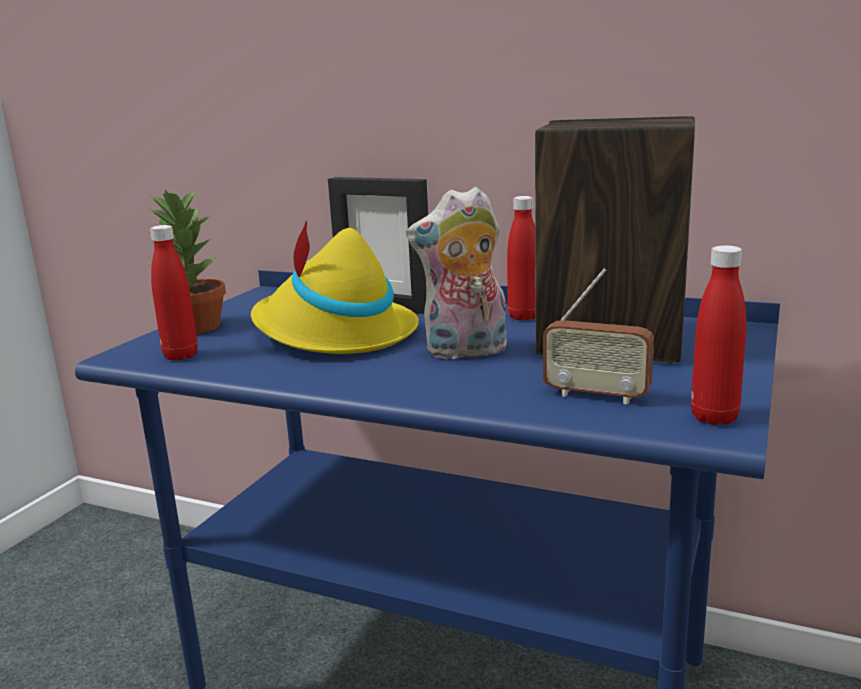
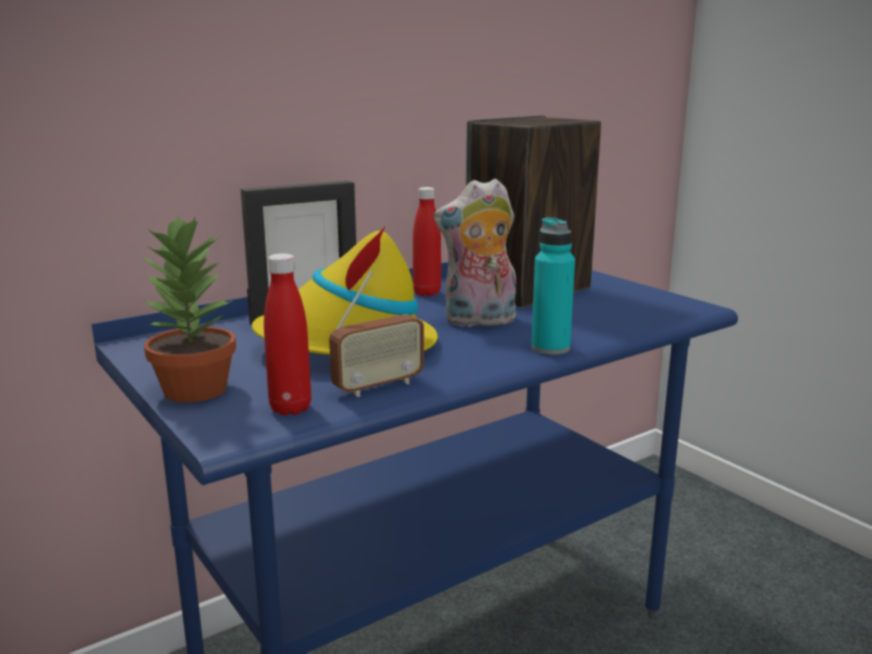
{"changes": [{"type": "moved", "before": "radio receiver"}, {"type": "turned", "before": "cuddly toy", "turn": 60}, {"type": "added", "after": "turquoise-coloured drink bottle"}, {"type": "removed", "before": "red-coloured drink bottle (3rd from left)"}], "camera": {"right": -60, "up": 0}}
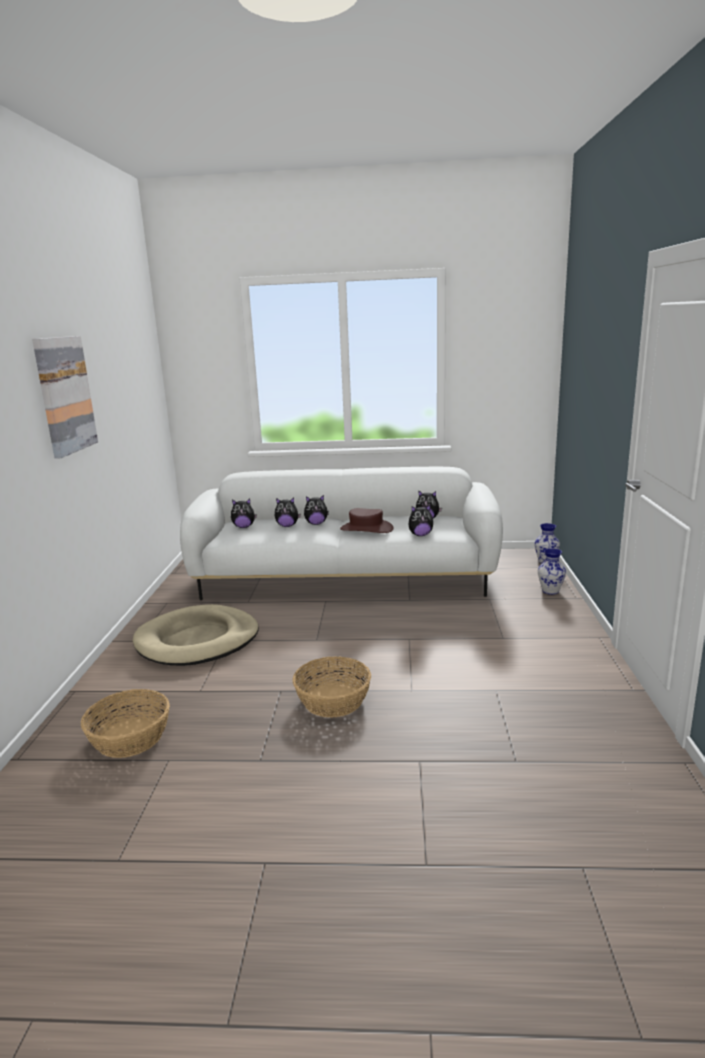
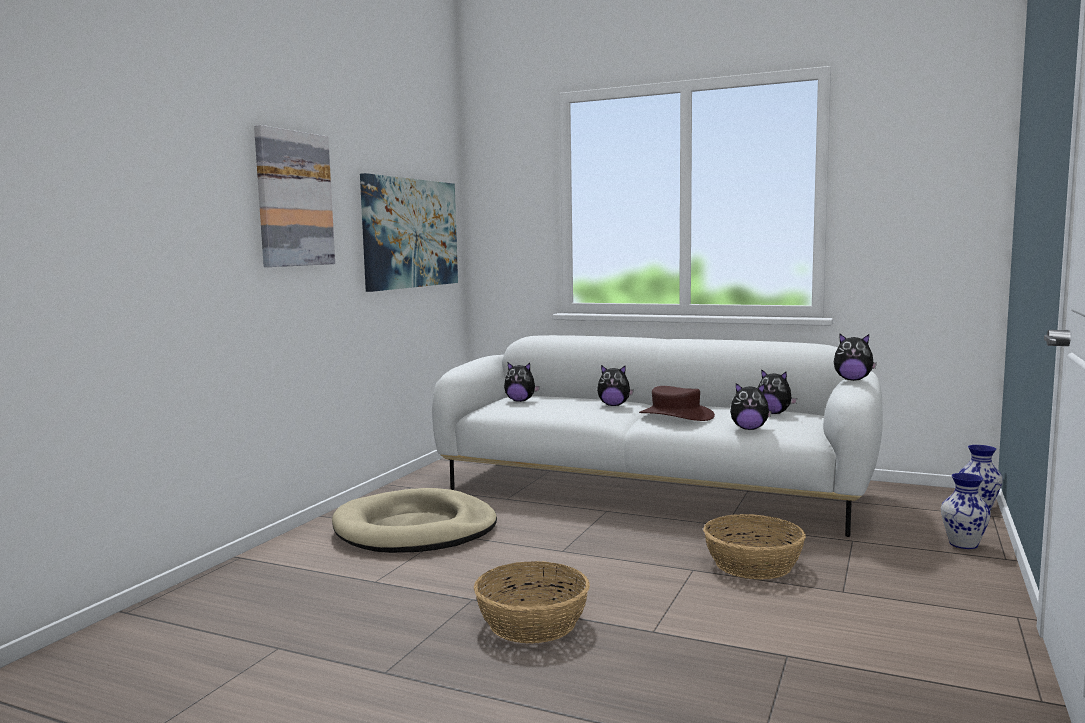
{"changes": [{"type": "added", "after": "picture (2nd from left)"}, {"type": "moved", "before": "basket (1st from left in the first image)", "after": "basket (2nd from left)"}, {"type": "moved", "before": "cuddly toy (2nd from left in the first image)", "after": "cuddly toy (5th from left)"}], "camera": {"right": 20, "up": -10}}
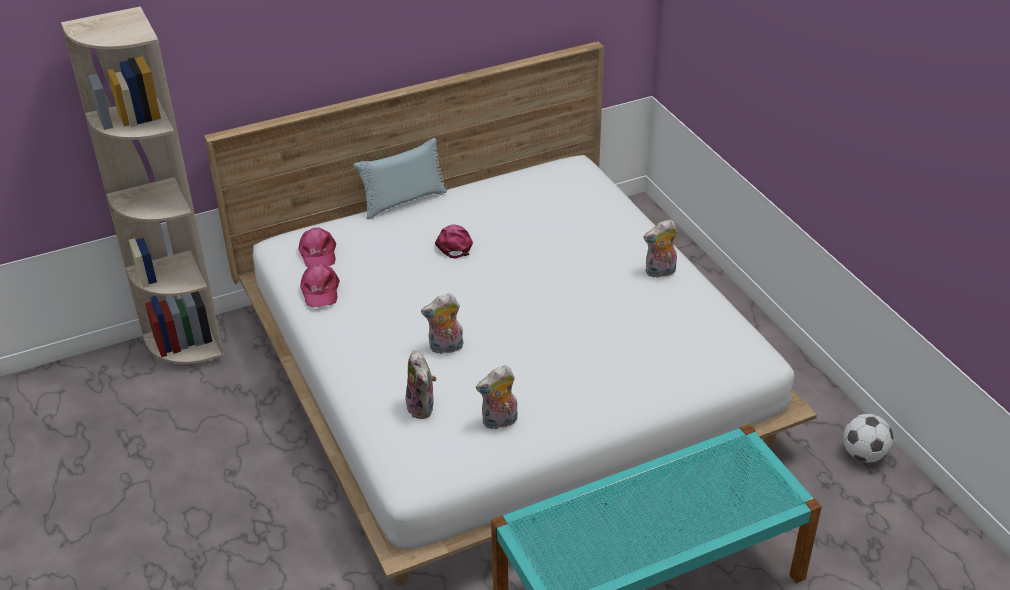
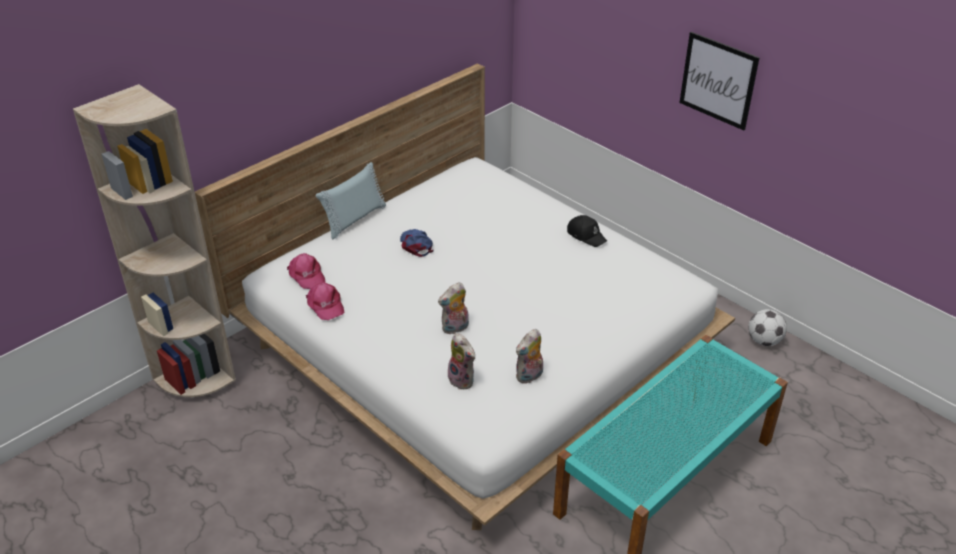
{"changes": [{"type": "recoloured", "before": "pink-coloured baseball cap (3rd from left)", "after": "blue baseball cap"}, {"type": "replaced", "before": "cuddly toy (4th from left)", "after": "black-coloured baseball cap"}, {"type": "added", "after": "picture"}], "camera": {"right": -20, "up": 0}}
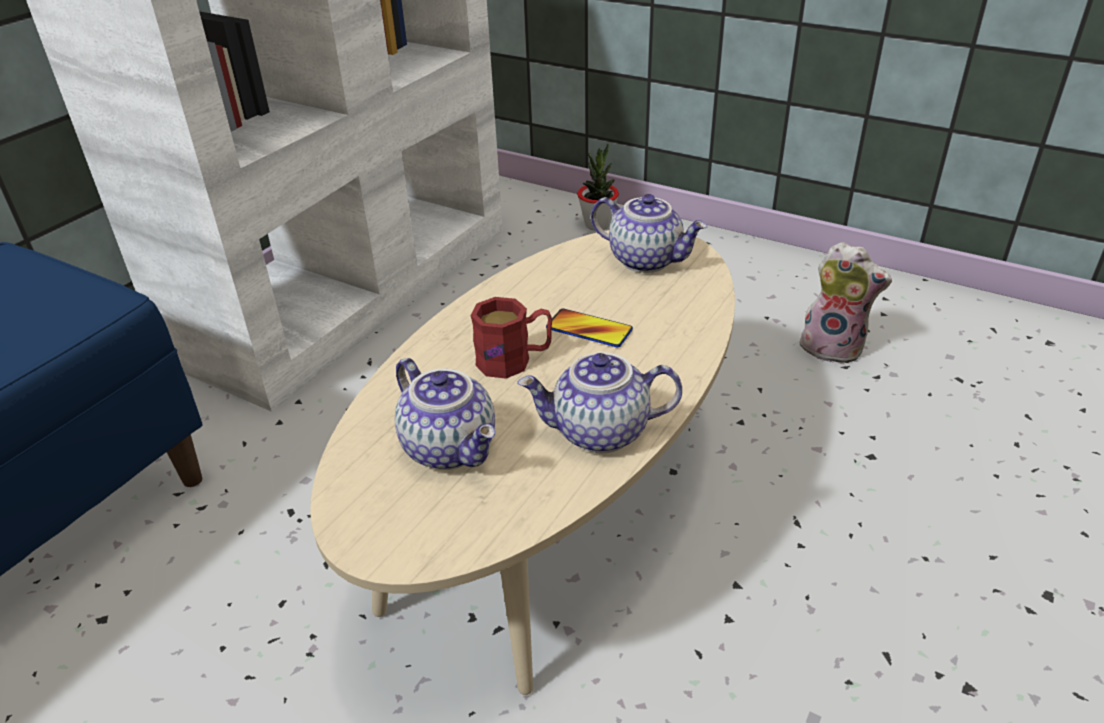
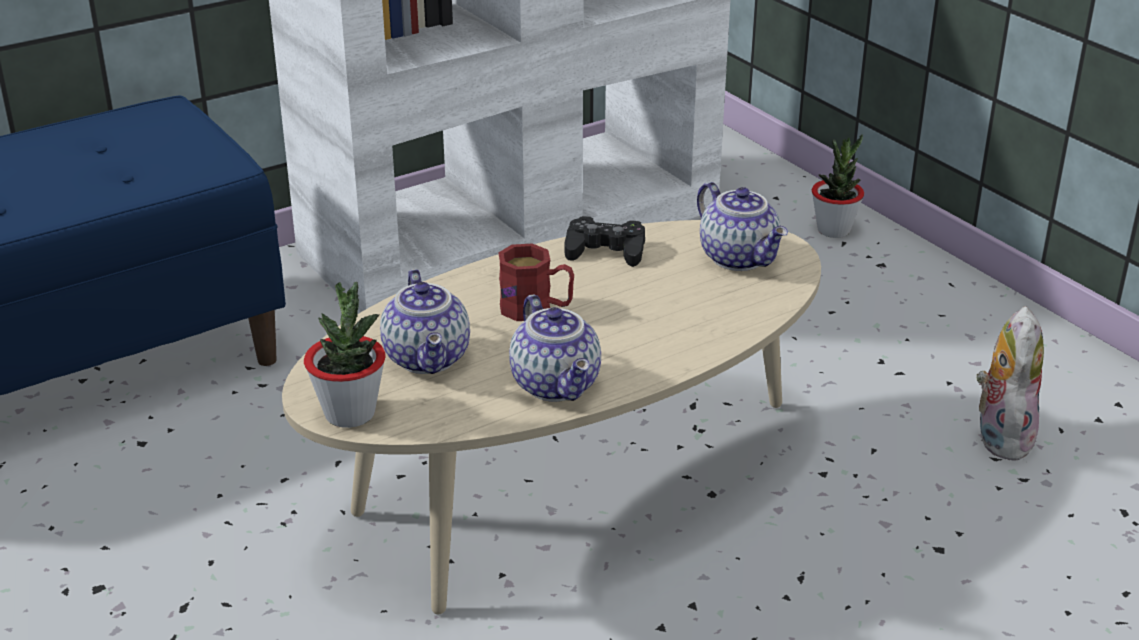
{"changes": [{"type": "added", "after": "houseplant (1st from left)"}, {"type": "turned", "before": "pot for tea (2nd from left)", "turn": -135}, {"type": "added", "after": "black-coloured gamepad"}, {"type": "turned", "before": "cuddly toy", "turn": -135}, {"type": "removed", "before": "telephone"}], "camera": {"right": 25, "up": -5}}
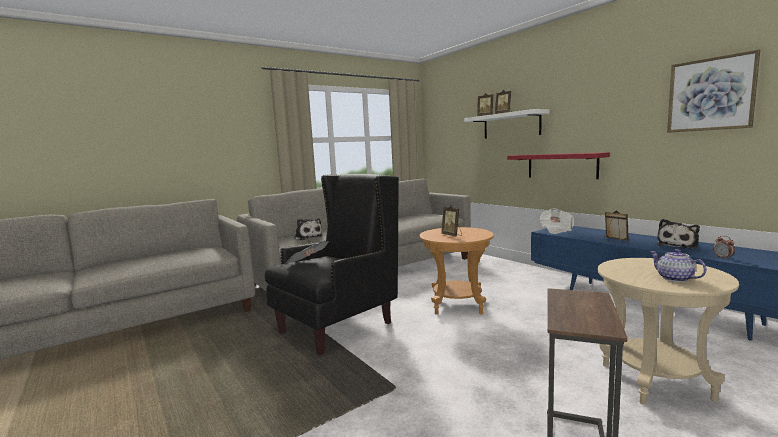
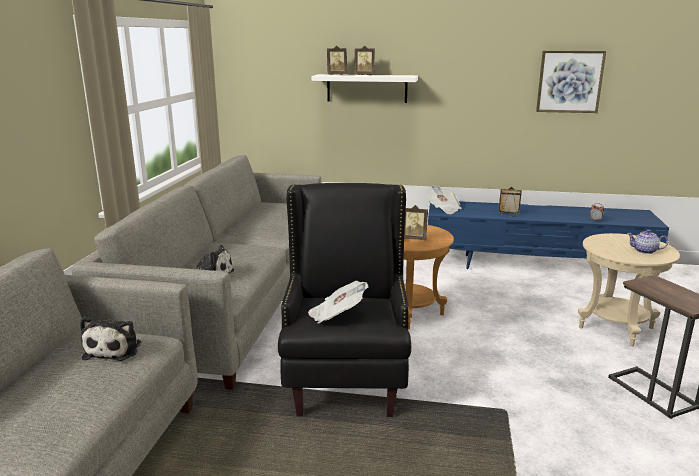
{"changes": [{"type": "moved", "before": "cuddly toy (2nd from left in the first image)", "after": "cuddly toy (1st from left)"}, {"type": "removed", "before": "red-coloured bracket shelf"}], "camera": {"right": -45, "up": 10}}
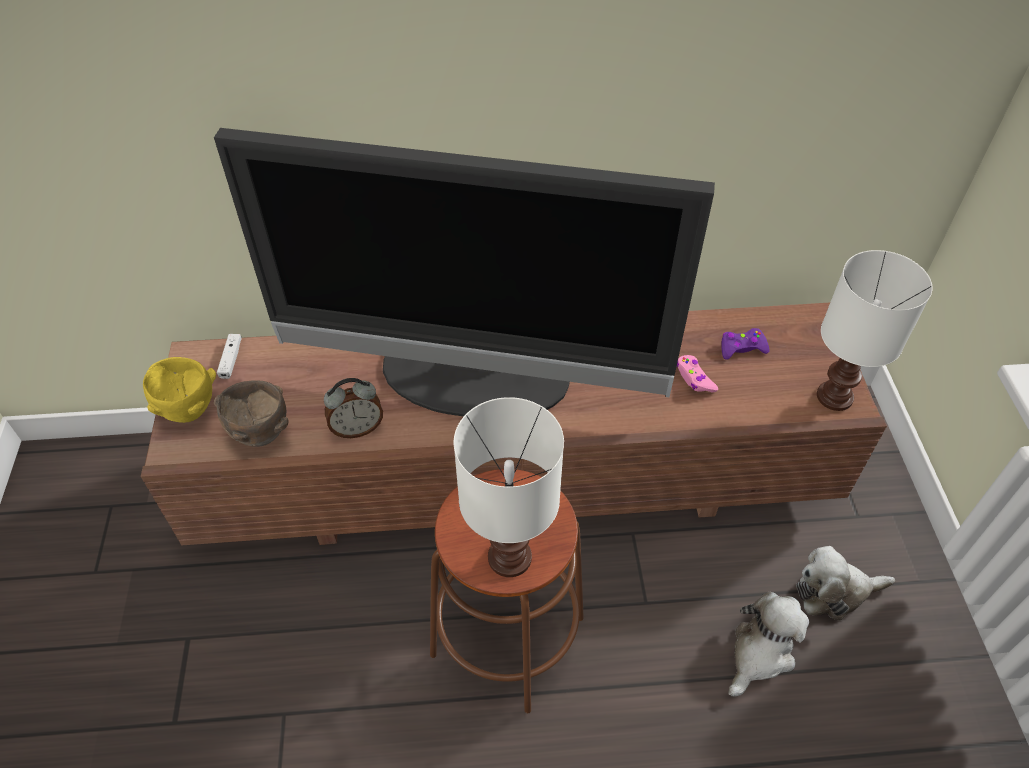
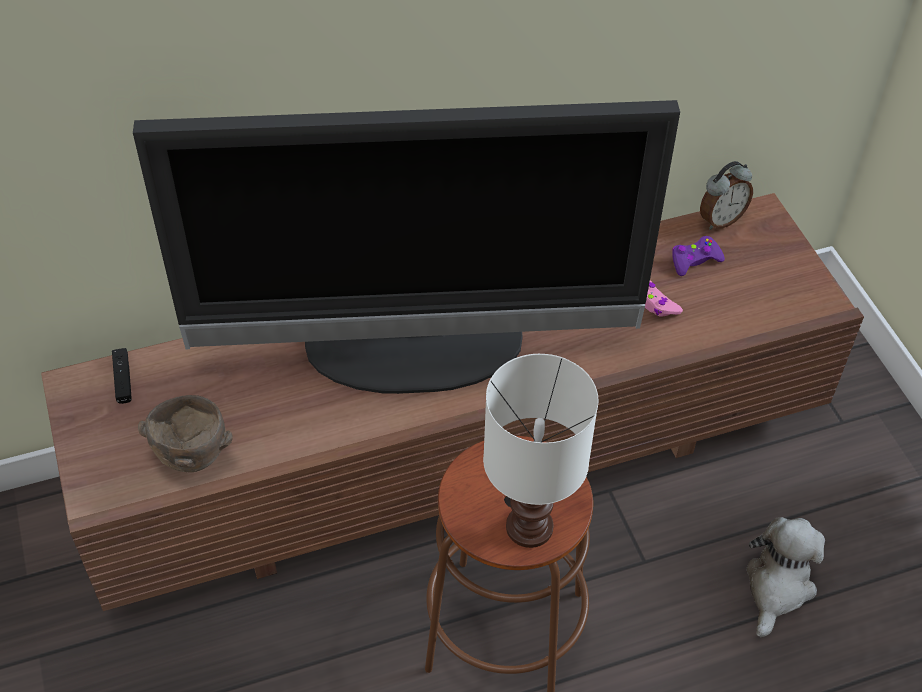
{"changes": [{"type": "recoloured", "before": "white gamepad", "after": "black-coloured gamepad"}, {"type": "moved", "before": "bedside clock"}, {"type": "removed", "before": "yellow-coloured serving bowl"}, {"type": "removed", "before": "cuddly toy (2nd from left)"}, {"type": "removed", "before": "white table lamp (2nd from left)"}], "camera": {"right": -15, "up": 0}}
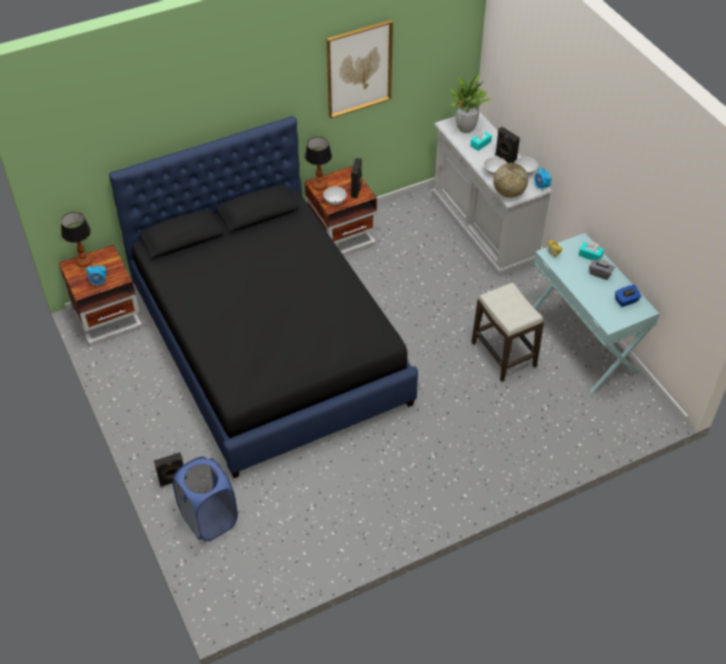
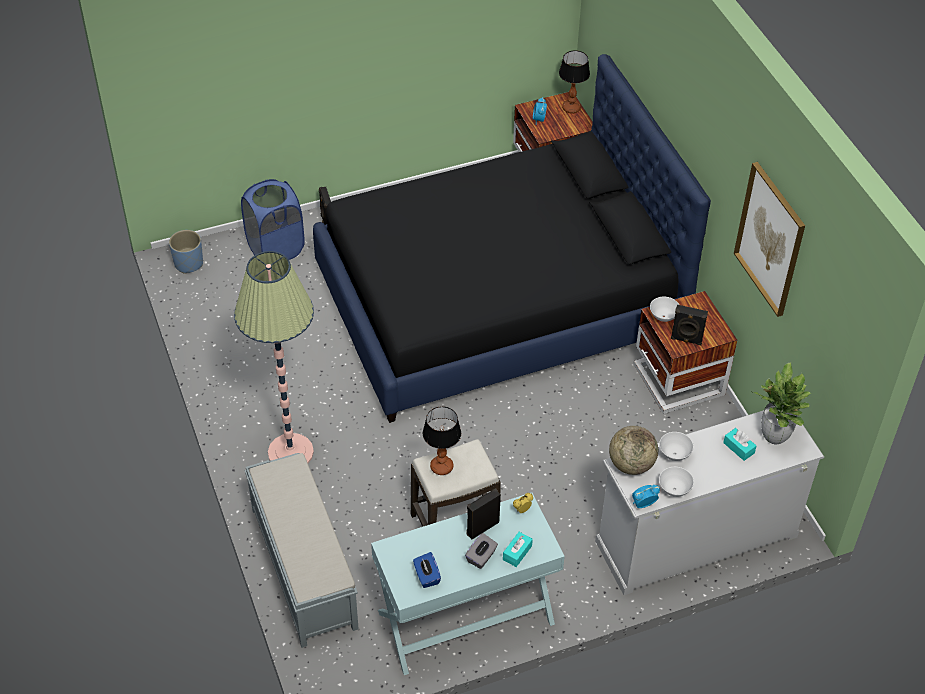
{"changes": [{"type": "added", "after": "blue planter"}, {"type": "added", "after": "standing lamp"}, {"type": "added", "after": "greyish long seat"}, {"type": "moved", "before": "table lamp (2nd from left in the first image)", "after": "table lamp (1st from left)"}, {"type": "moved", "before": "black-coloured audio speaker (3rd from left in the first image)", "after": "black-coloured audio speaker (2nd from left)"}], "camera": {"right": 95, "up": 0}}
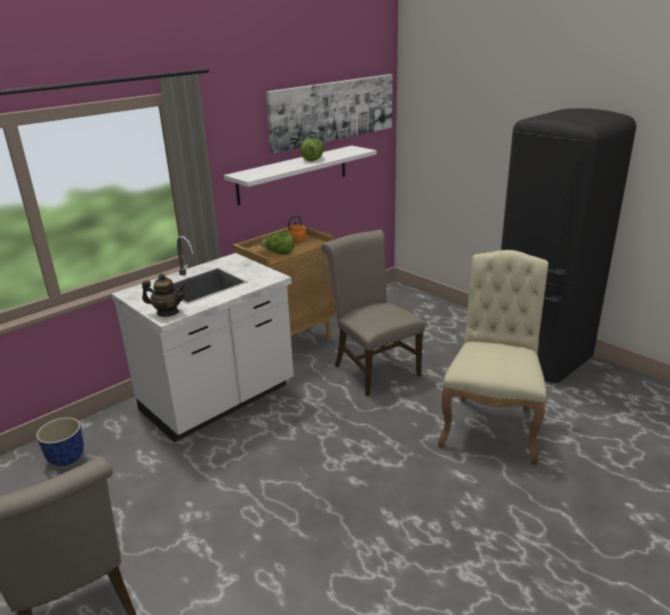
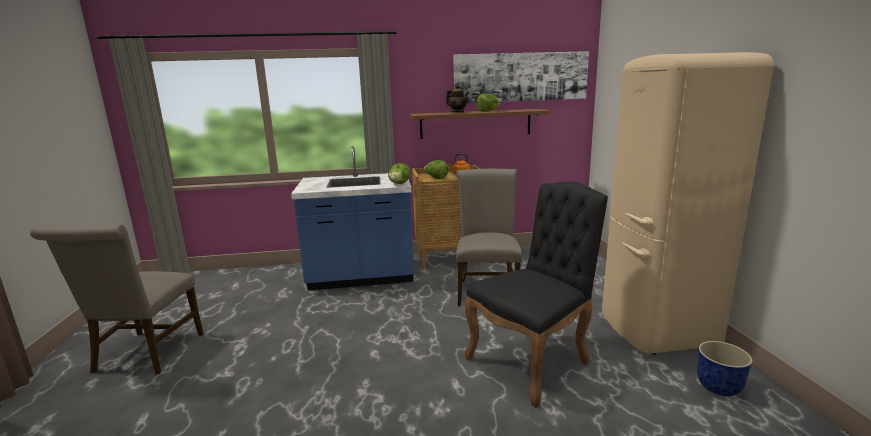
{"changes": [{"type": "recoloured", "before": "white counter", "after": "blue counter"}, {"type": "added", "after": "lettuce (1st from left)"}, {"type": "recoloured", "before": "white bracket shelf", "after": "brown bracket shelf"}, {"type": "moved", "before": "pot for tea"}, {"type": "recoloured", "before": "beige plain chair (3rd from left)", "after": "black-coloured plain chair"}, {"type": "recoloured", "before": "black-coloured refrigerator", "after": "beige refrigerator"}, {"type": "moved", "before": "planter"}], "camera": {"right": 35, "up": -10}}
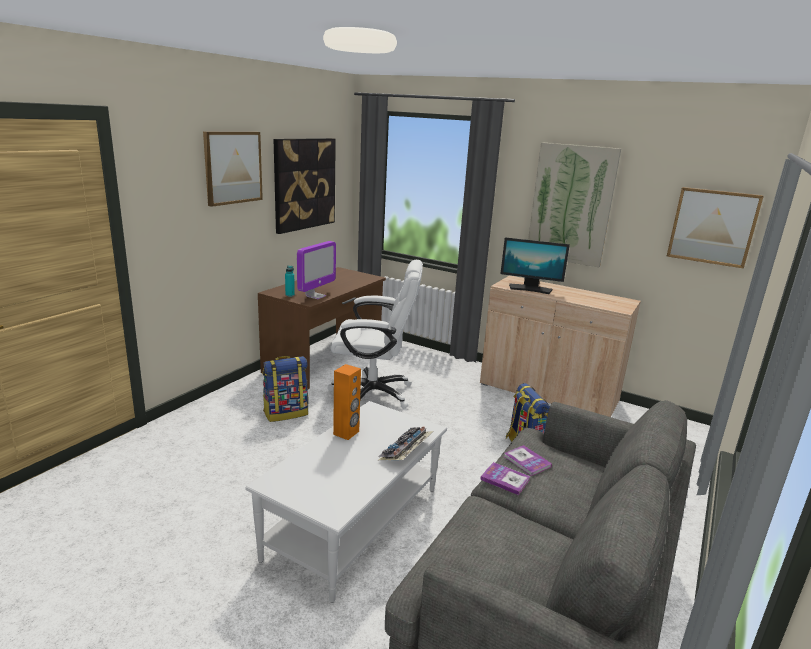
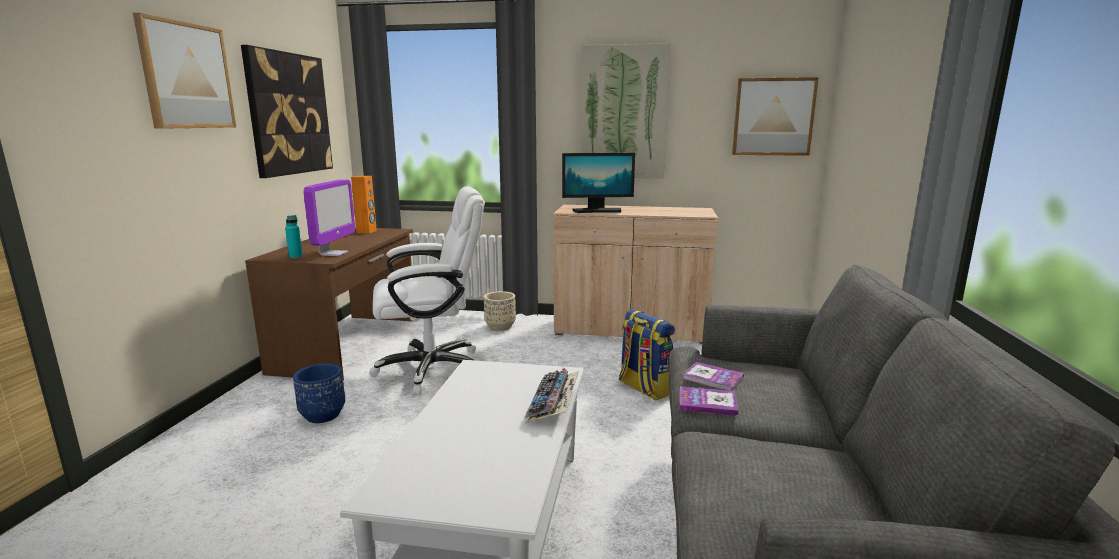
{"changes": [{"type": "replaced", "before": "rucksack (1st from left)", "after": "blue planter"}, {"type": "moved", "before": "orange audio speaker"}, {"type": "added", "after": "beige planter"}], "camera": {"right": -20, "up": -5}}
